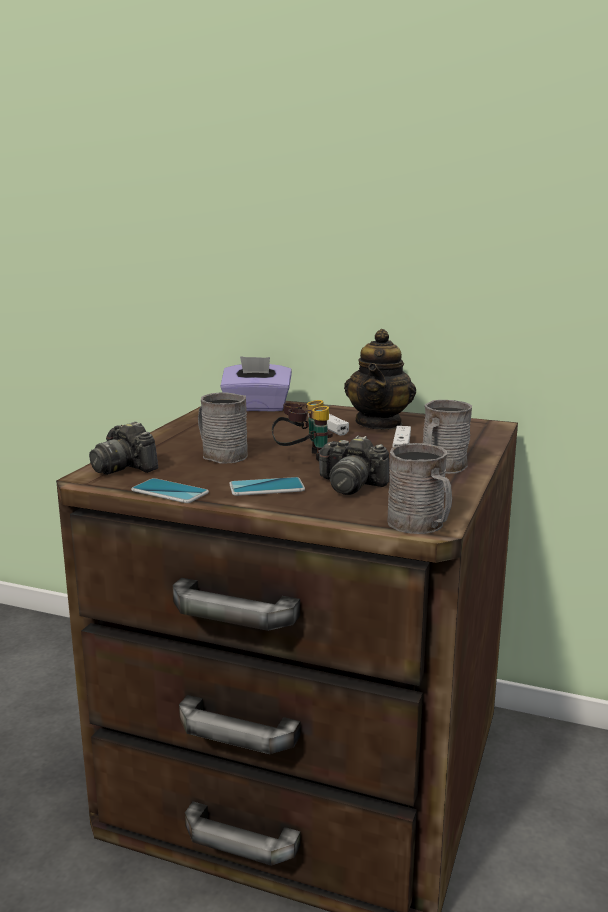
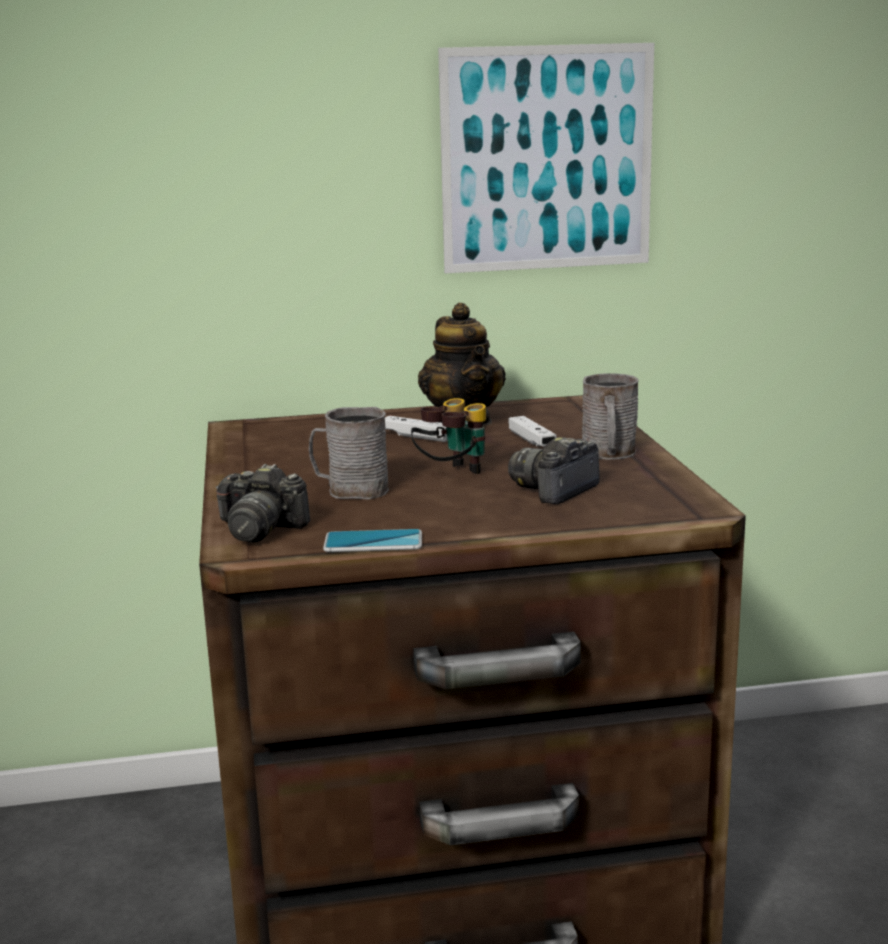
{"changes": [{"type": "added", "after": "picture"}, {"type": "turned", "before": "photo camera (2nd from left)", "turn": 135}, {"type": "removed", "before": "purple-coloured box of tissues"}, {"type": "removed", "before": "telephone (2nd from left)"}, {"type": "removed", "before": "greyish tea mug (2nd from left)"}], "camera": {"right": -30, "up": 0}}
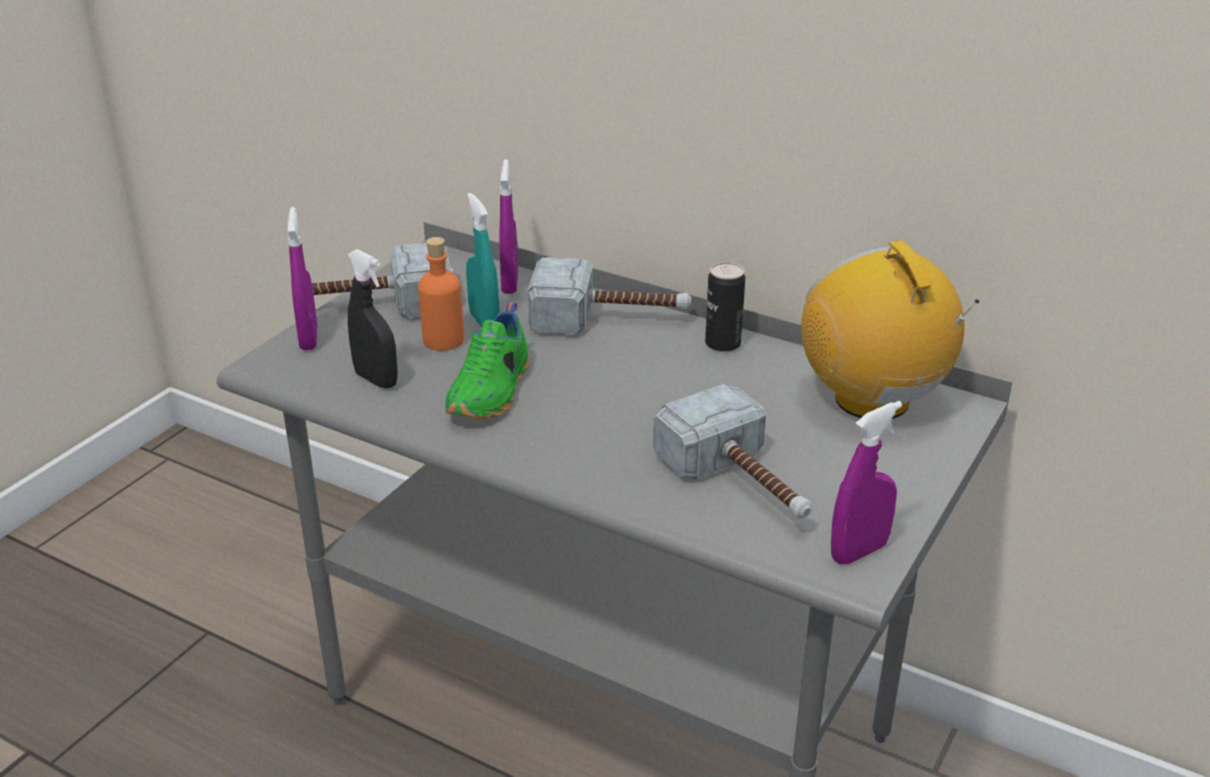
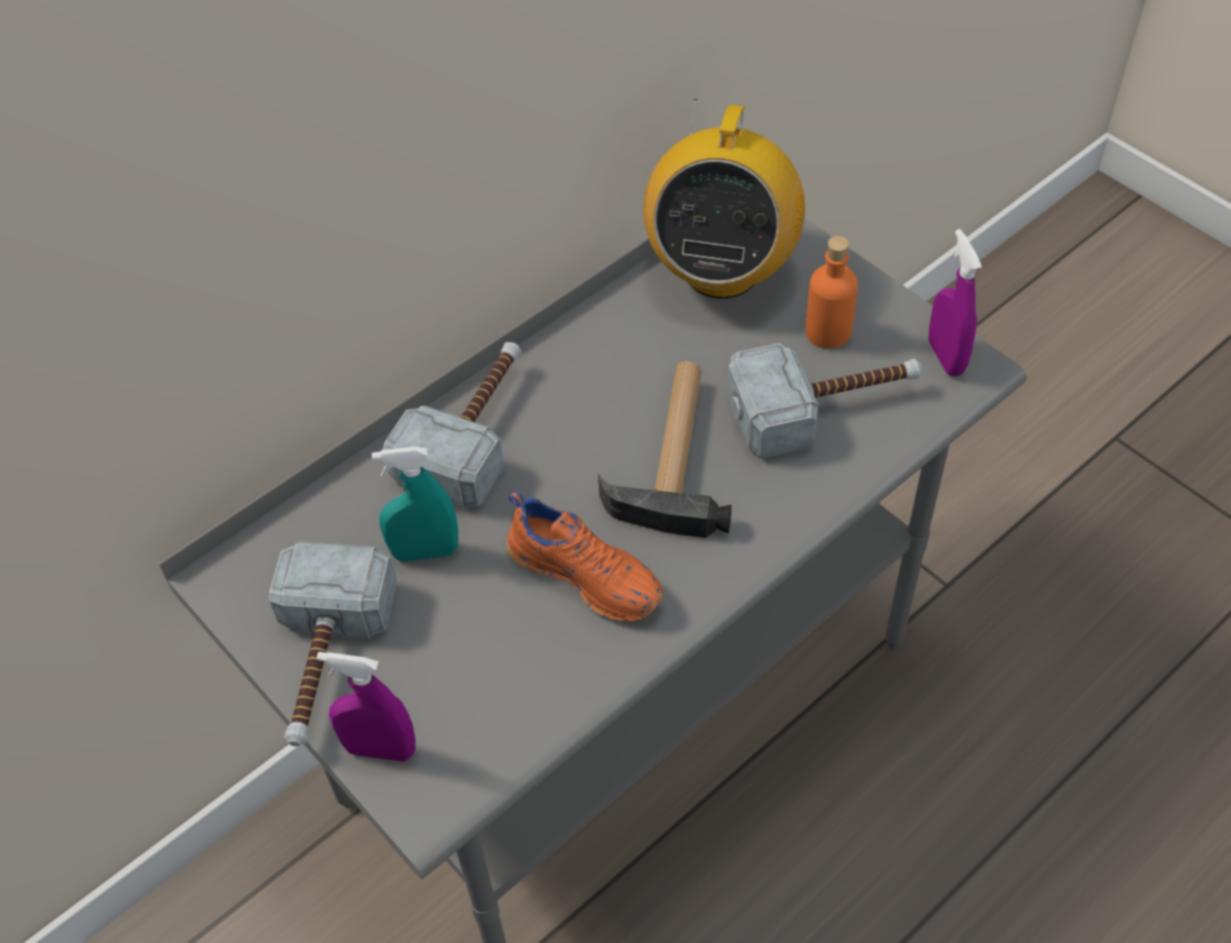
{"changes": [{"type": "recoloured", "before": "green-coloured low shoe", "after": "orange low shoe"}, {"type": "added", "after": "hammer (3rd from left)"}, {"type": "turned", "before": "radio receiver", "turn": -75}, {"type": "moved", "before": "orange drink bottle"}, {"type": "removed", "before": "black-coloured hand sprayer"}, {"type": "removed", "before": "purple-coloured hand sprayer (2nd from left)"}, {"type": "removed", "before": "can"}], "camera": {"right": -70, "up": 20}}
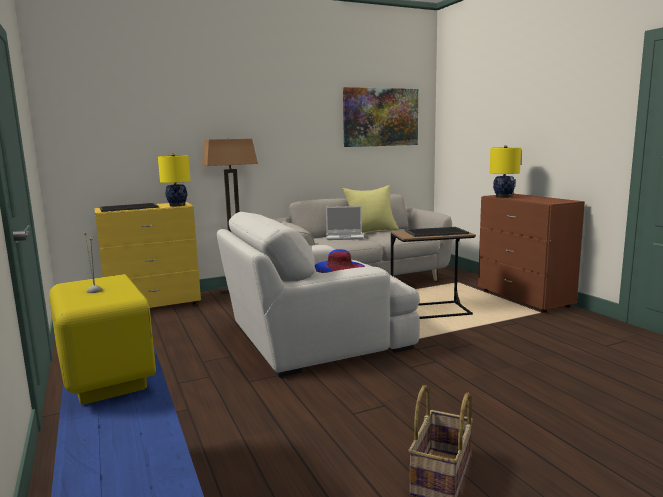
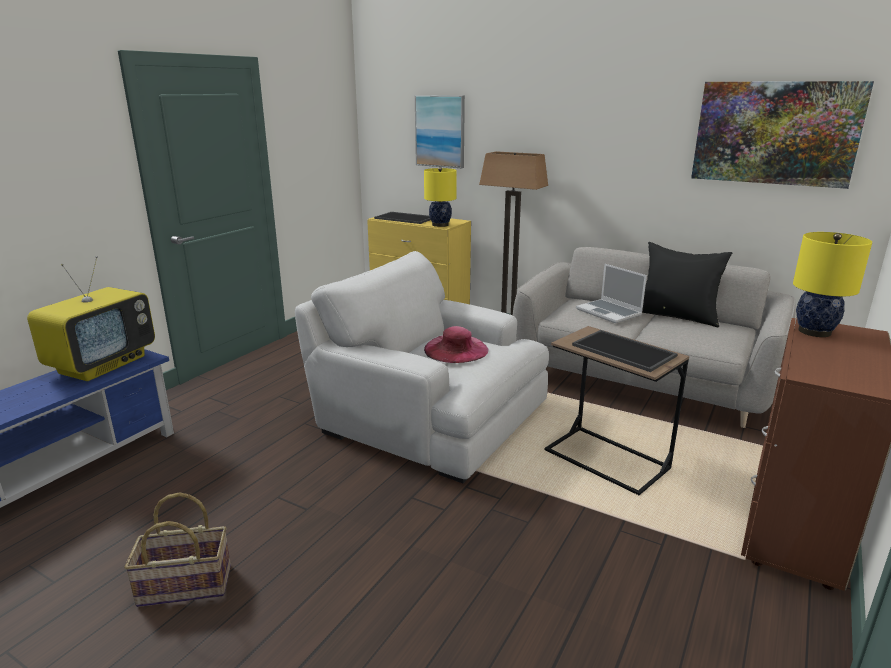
{"changes": [{"type": "added", "after": "picture (1st from left)"}, {"type": "recoloured", "before": "blue hat", "after": "pink-coloured hat"}, {"type": "recoloured", "before": "yellow-coloured pillow", "after": "black-coloured pillow"}], "camera": {"right": 55, "up": 10}}
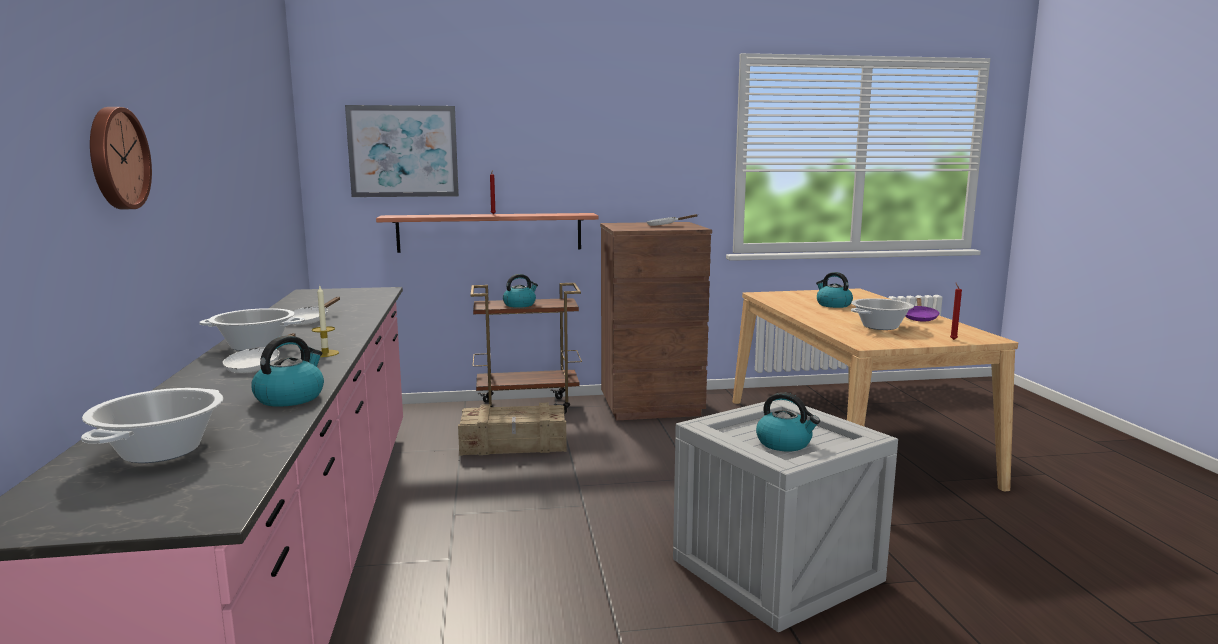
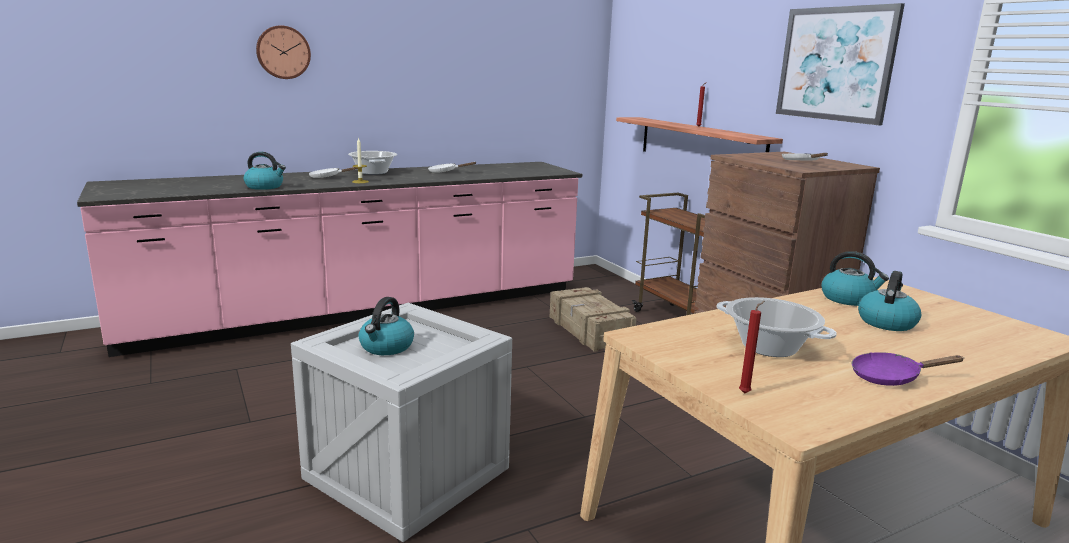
{"changes": [{"type": "moved", "before": "picture"}, {"type": "moved", "before": "tea kettle (2nd from left in the first image)", "after": "tea kettle (3rd from left)"}, {"type": "removed", "before": "stockpot (1st from left)"}], "camera": {"right": 70, "up": 5}}
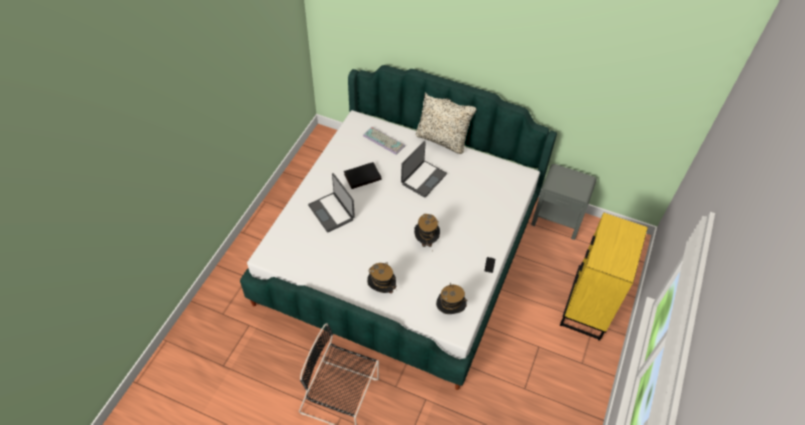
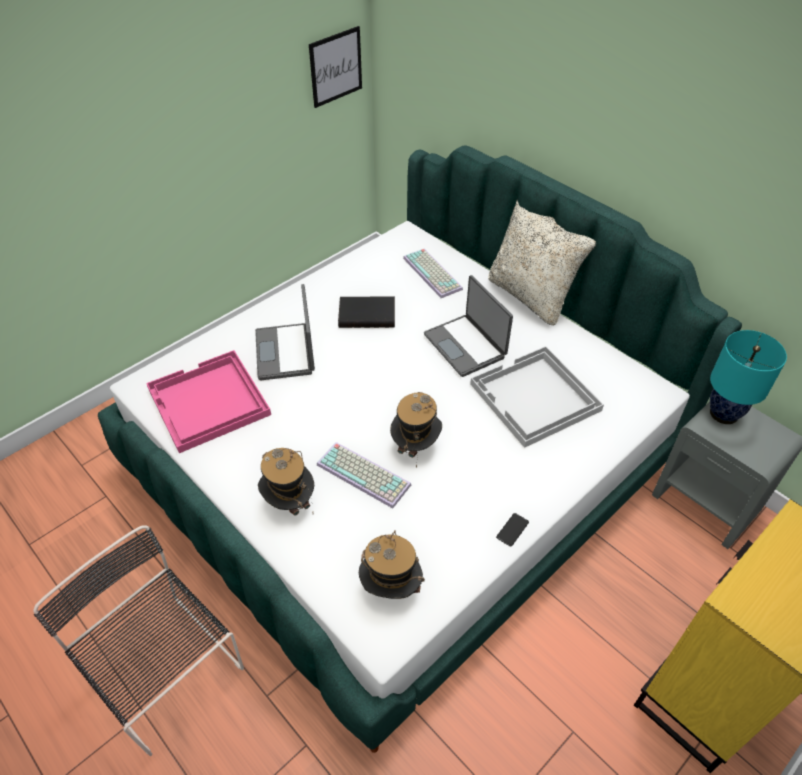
{"changes": [{"type": "added", "after": "pink-coloured tray"}, {"type": "added", "after": "picture"}, {"type": "added", "after": "computer keyboard (1st from left)"}, {"type": "turned", "before": "notebook computer (2nd from left)", "turn": 90}, {"type": "added", "after": "white tray"}, {"type": "added", "after": "turquoise-coloured table lamp"}], "camera": {"right": 25, "up": -5}}
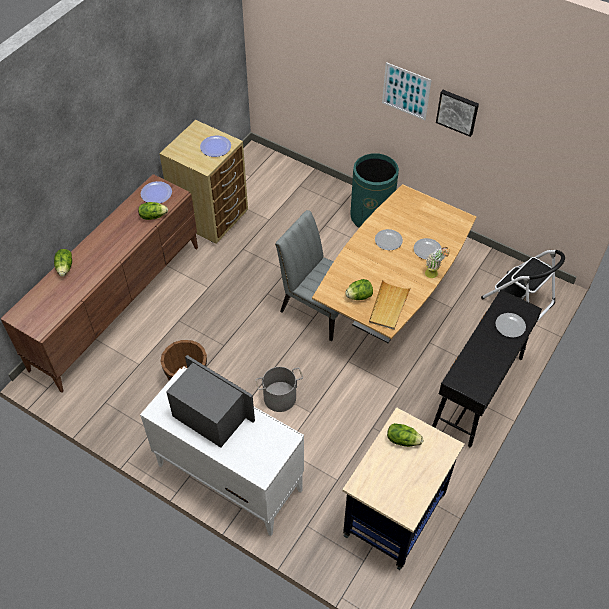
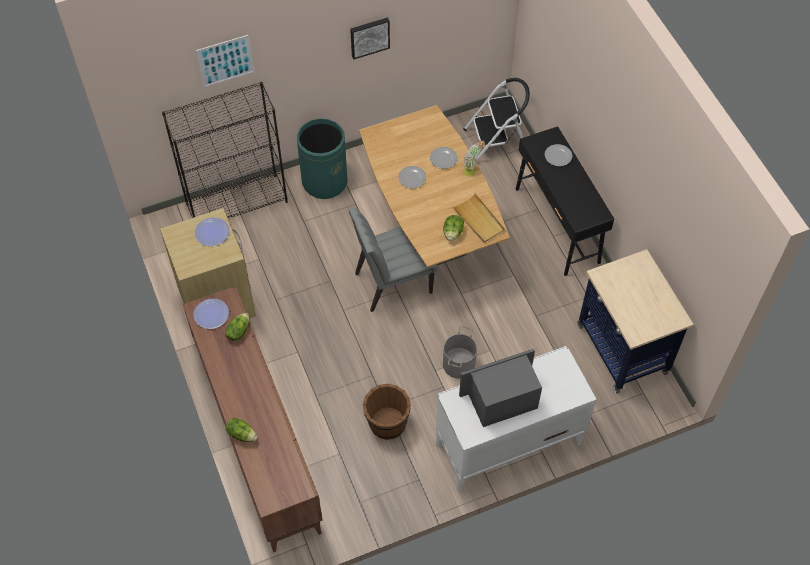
{"changes": [{"type": "added", "after": "black-coloured bookcase"}, {"type": "moved", "before": "picture (1st from left)"}, {"type": "removed", "before": "lettuce (4th from left)"}], "camera": {"right": -55, "up": 5}}
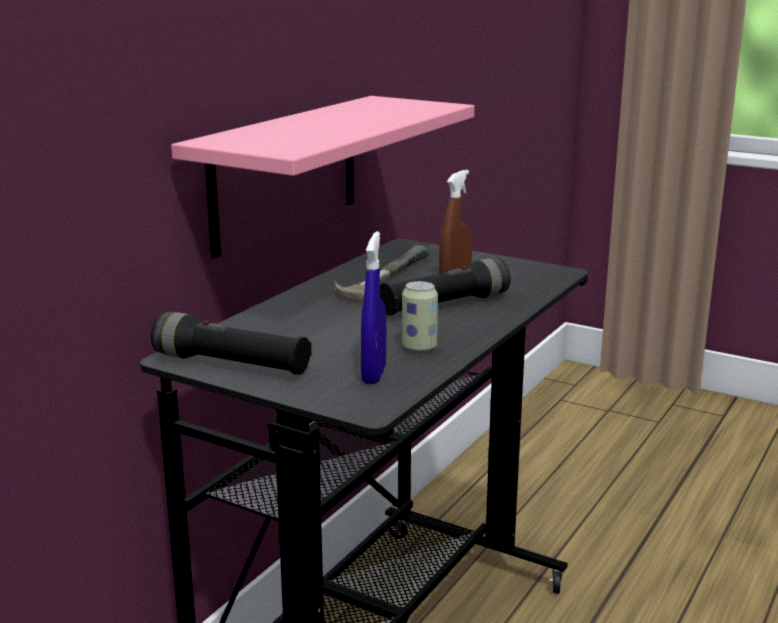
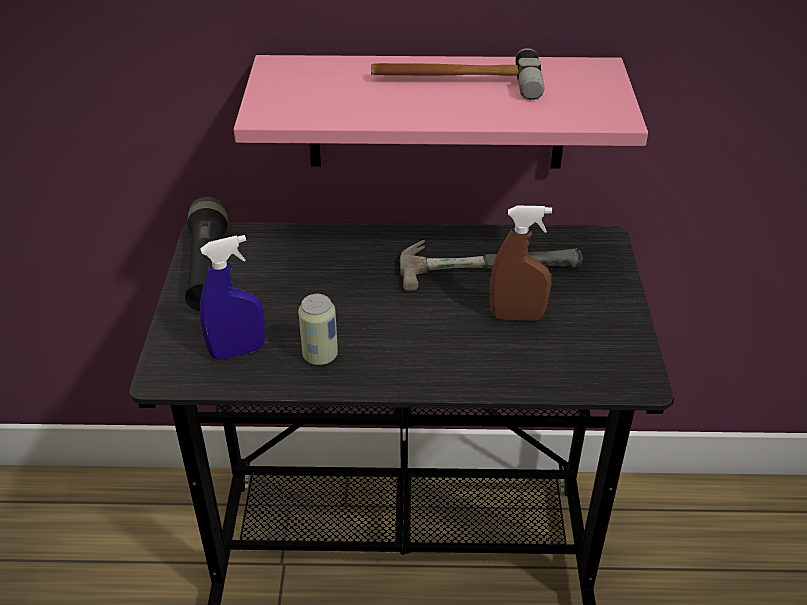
{"changes": [{"type": "added", "after": "hammer (1st from left)"}, {"type": "removed", "before": "black-coloured hand torch (2nd from left)"}], "camera": {"right": 60, "up": 20}}
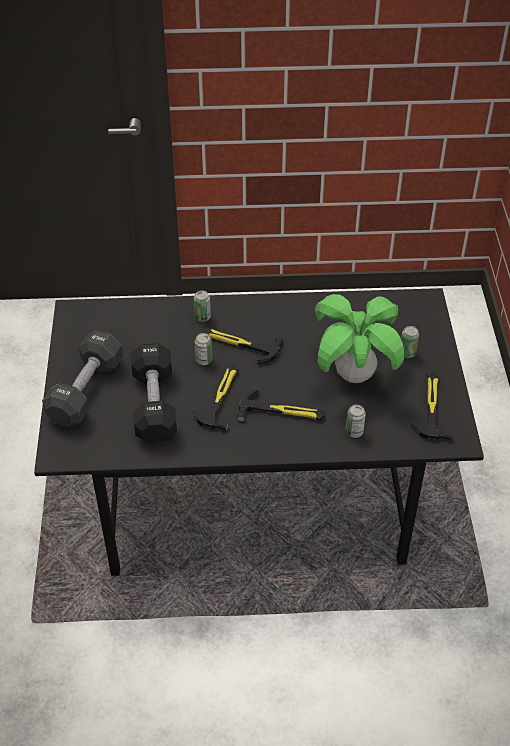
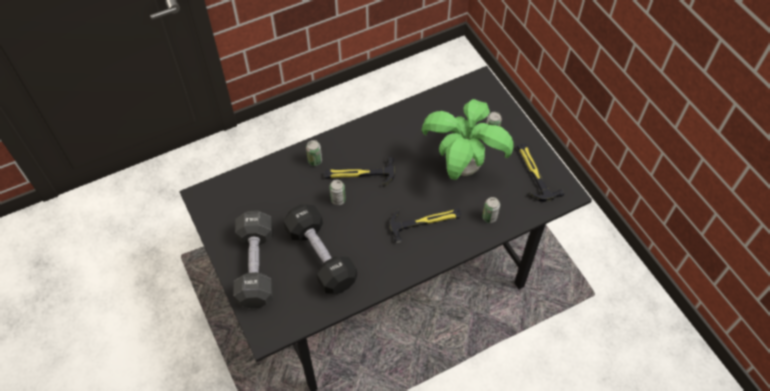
{"changes": [{"type": "removed", "before": "hammer (1st from left)"}], "camera": {"right": -25, "up": 10}}
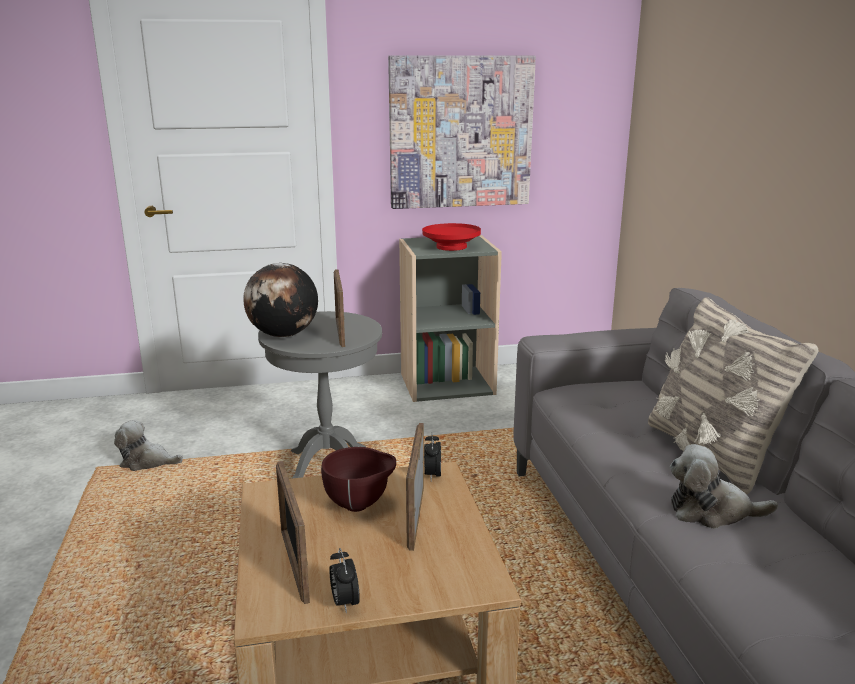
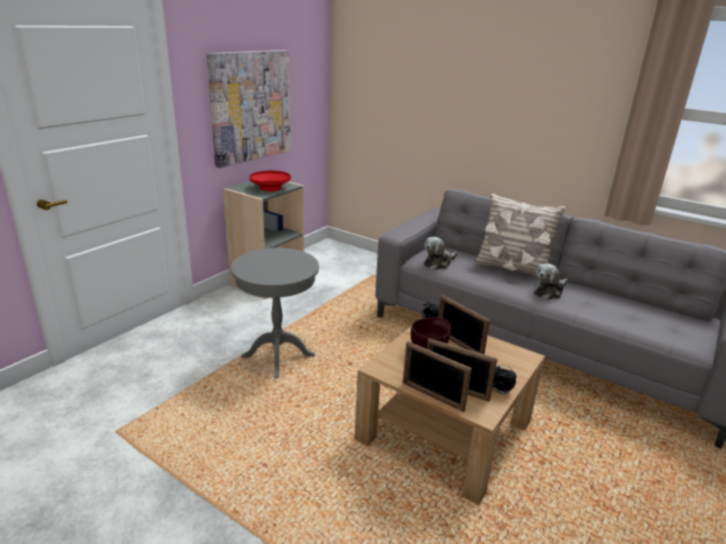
{"changes": [{"type": "moved", "before": "photo frame (2nd from left in the first image)", "after": "photo frame (1st from left)"}, {"type": "moved", "before": "cuddly toy (1st from left)"}, {"type": "removed", "before": "world globe"}], "camera": {"right": -45, "up": 5}}
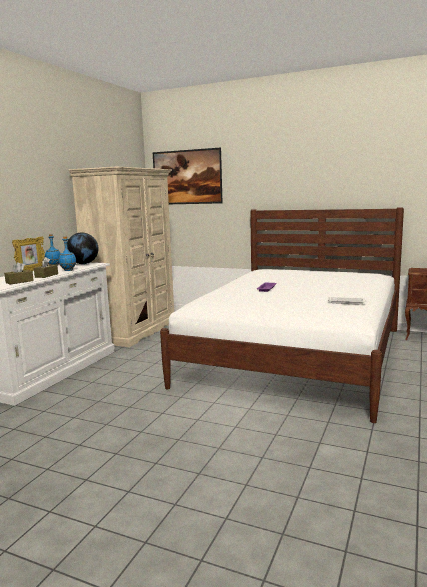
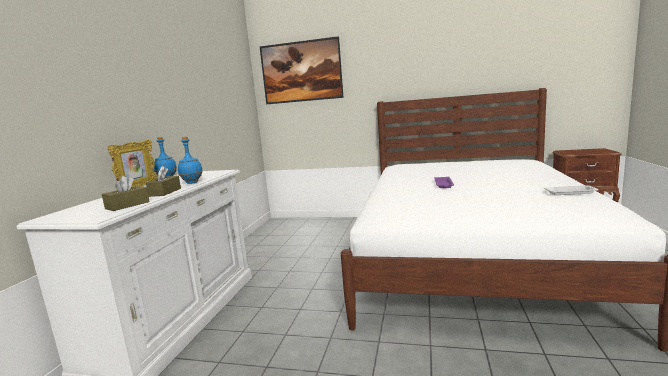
{"changes": [{"type": "removed", "before": "world globe"}, {"type": "removed", "before": "beige armoire"}], "camera": {"right": -10, "up": 0}}
